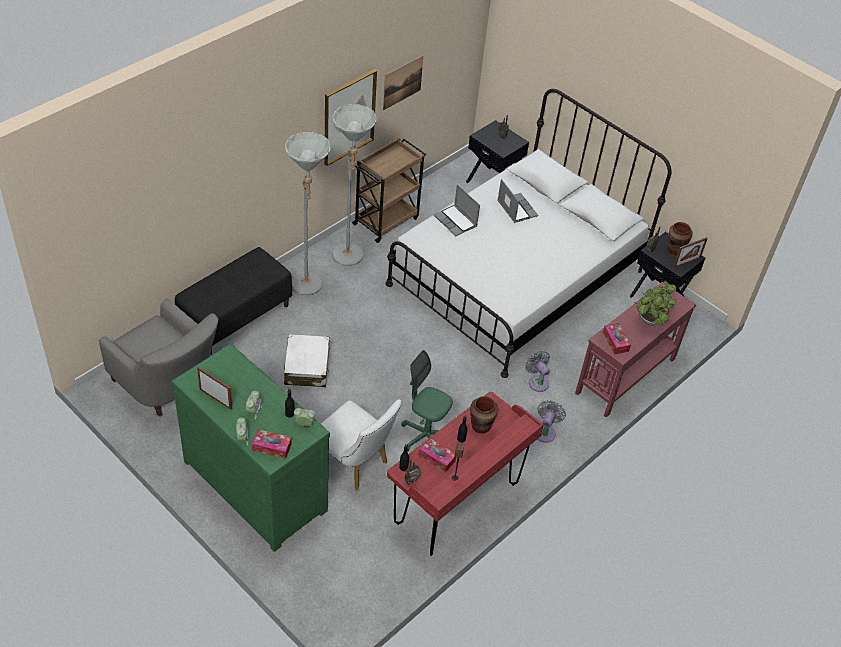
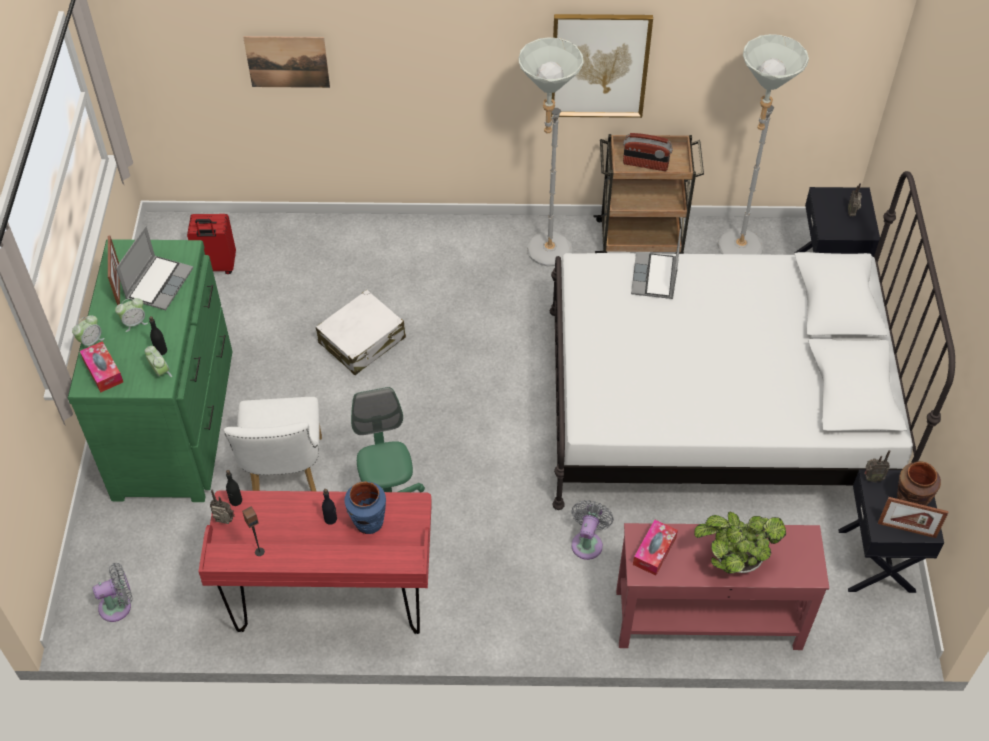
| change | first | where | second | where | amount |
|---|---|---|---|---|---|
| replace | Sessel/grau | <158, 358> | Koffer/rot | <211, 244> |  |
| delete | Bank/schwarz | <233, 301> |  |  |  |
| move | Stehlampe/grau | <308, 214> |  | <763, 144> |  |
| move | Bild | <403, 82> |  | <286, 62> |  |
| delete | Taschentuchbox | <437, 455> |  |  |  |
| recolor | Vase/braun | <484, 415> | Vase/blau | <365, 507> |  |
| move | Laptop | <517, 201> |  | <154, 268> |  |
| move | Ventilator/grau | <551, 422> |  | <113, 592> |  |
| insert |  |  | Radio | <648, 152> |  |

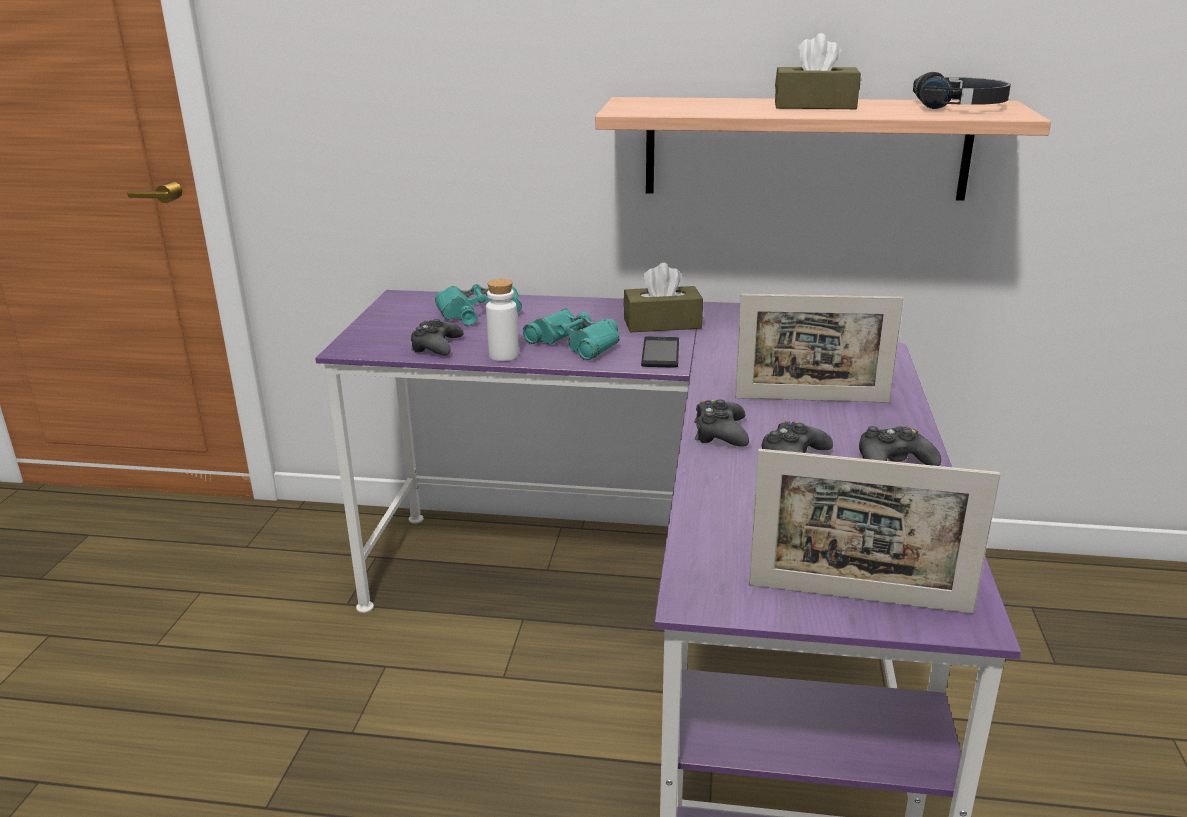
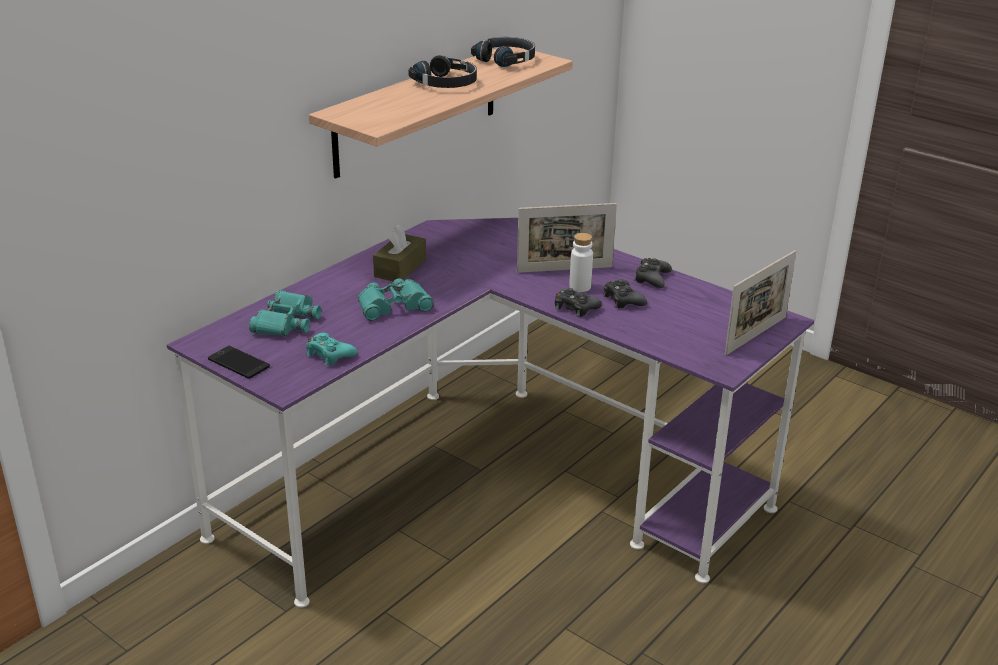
| change | first | where | second | where | amount |
|---|---|---|---|---|---|
| recolor | Gamepad/schwarz | <437, 337> | Gamepad/türkis | <331, 349> |  |
| move | Flasche/weiß | <502, 320> |  | <581, 262> |  |
| move | Handy | <660, 352> |  | <239, 362> |  |
| rotate | Bilderrahmen | <819, 348> |  | <567, 238> | 45 degrees clockwise |
| replace | Taschentuchbox/braun | <818, 71> | Kopfhörer/schwarz | <442, 71> |  |

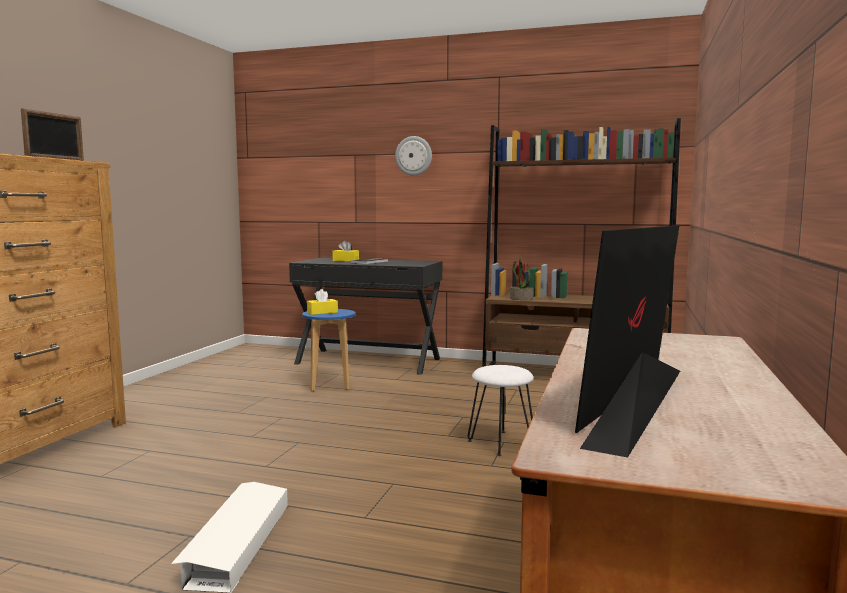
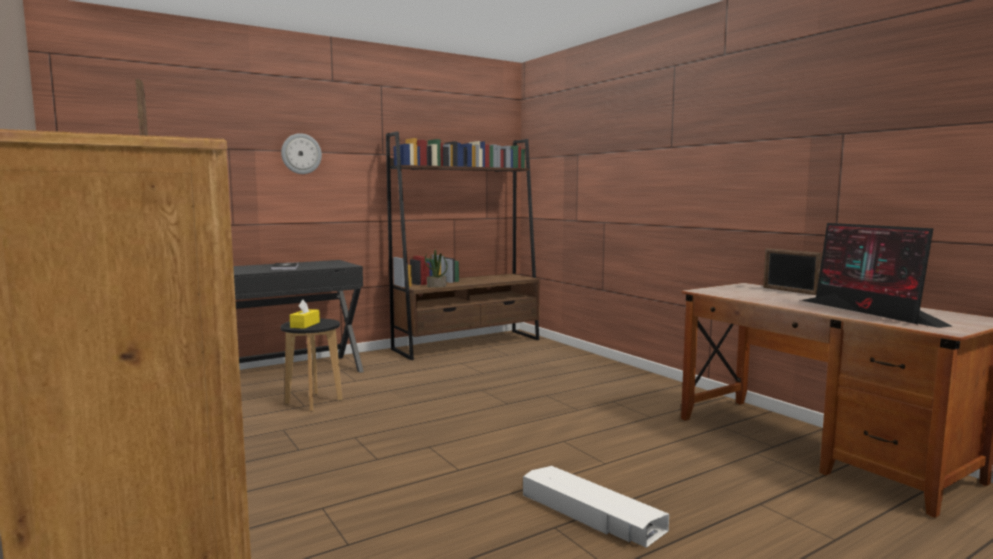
| change | first | where | second | where | amount |
|---|---|---|---|---|---|
| recolor | Hocker/blau | <328, 350> | Hocker/schwarz | <311, 364> |  |
| delete | Taschentuchbox/gelb | <345, 251> |  |  |  |
| delete | Hocker/weiß | <500, 410> |  |  |  |
| insert |  |  | Bilderrahmen | <792, 271> |  |

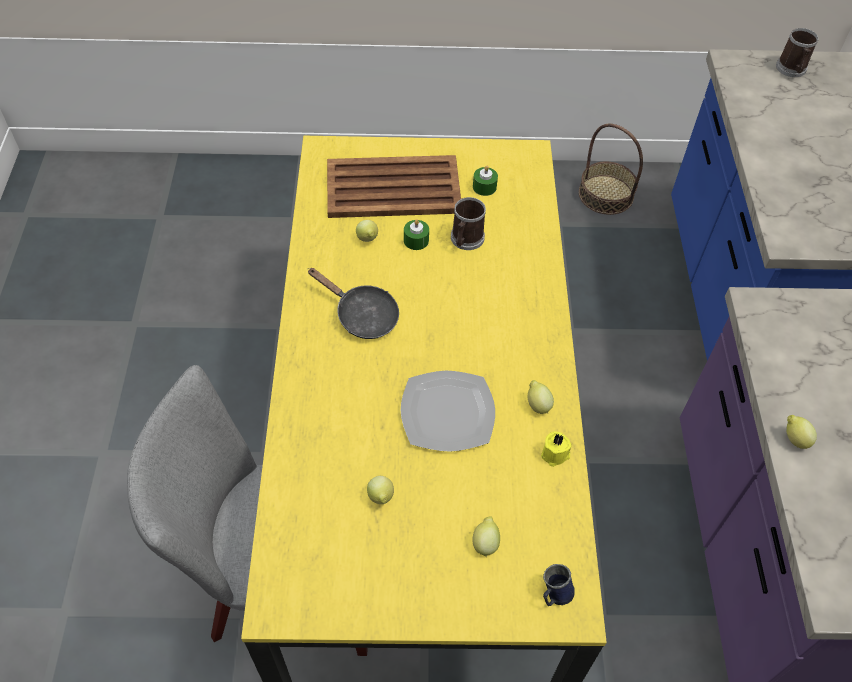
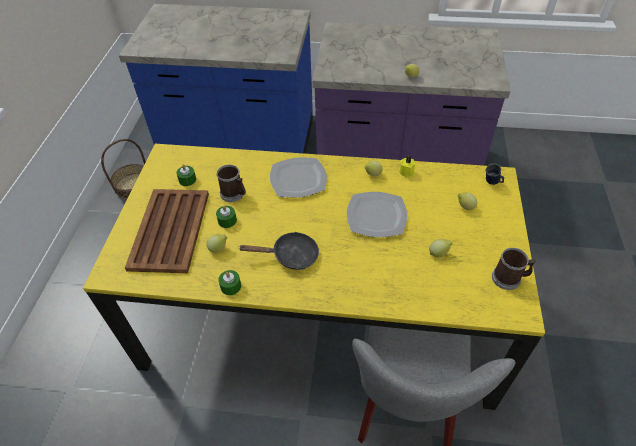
| change | first | where | second | where | amount |
|---|---|---|---|---|---|
| rotate | Pfanne/schwarz | <353, 303> |  | <278, 251> | 45 degrees clockwise |
| move | Henkelbecher | <797, 52> |  | <514, 269> |  |
| insert |  |  | Kerze/grün | <229, 282> |  |
| insert |  |  | Teller | <298, 177> |  |

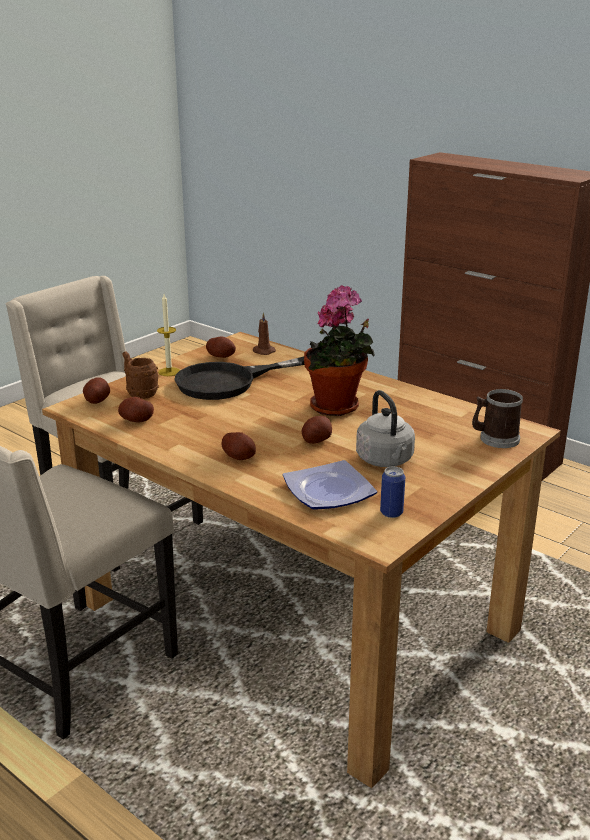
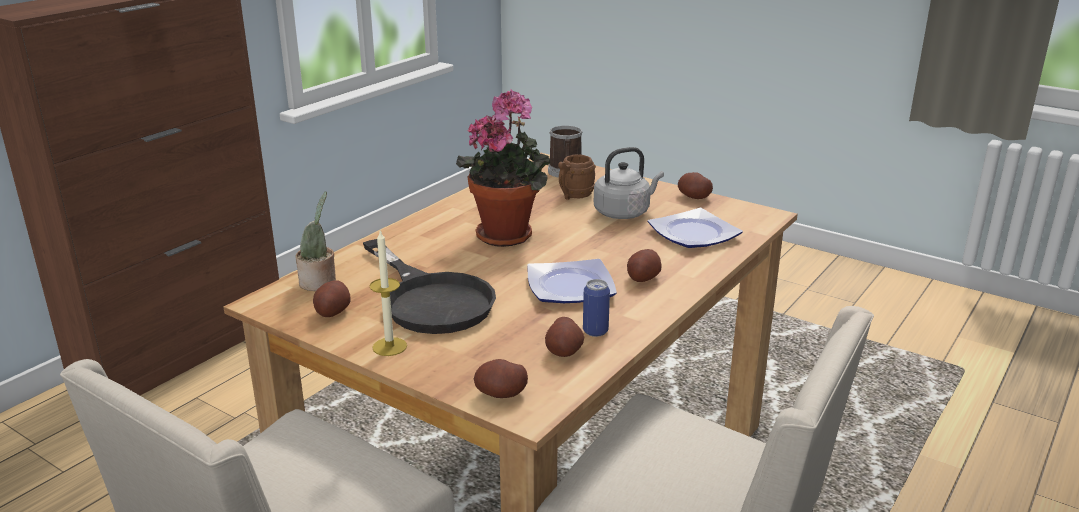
| change | first | where | second | where | amount |
|---|---|---|---|---|---|
| move | Henkelbecher/braun | <141, 375> |  | <577, 177> |  |
| replace | Kerze/braun | <264, 333> | Topfpflanze | <316, 241> |  |
| move | Kartoffel | <317, 430> |  | <695, 185> |  |
| move | Dose | <392, 492> |  | <596, 308> |  |
| insert |  |  | Teller | <572, 281> |  |

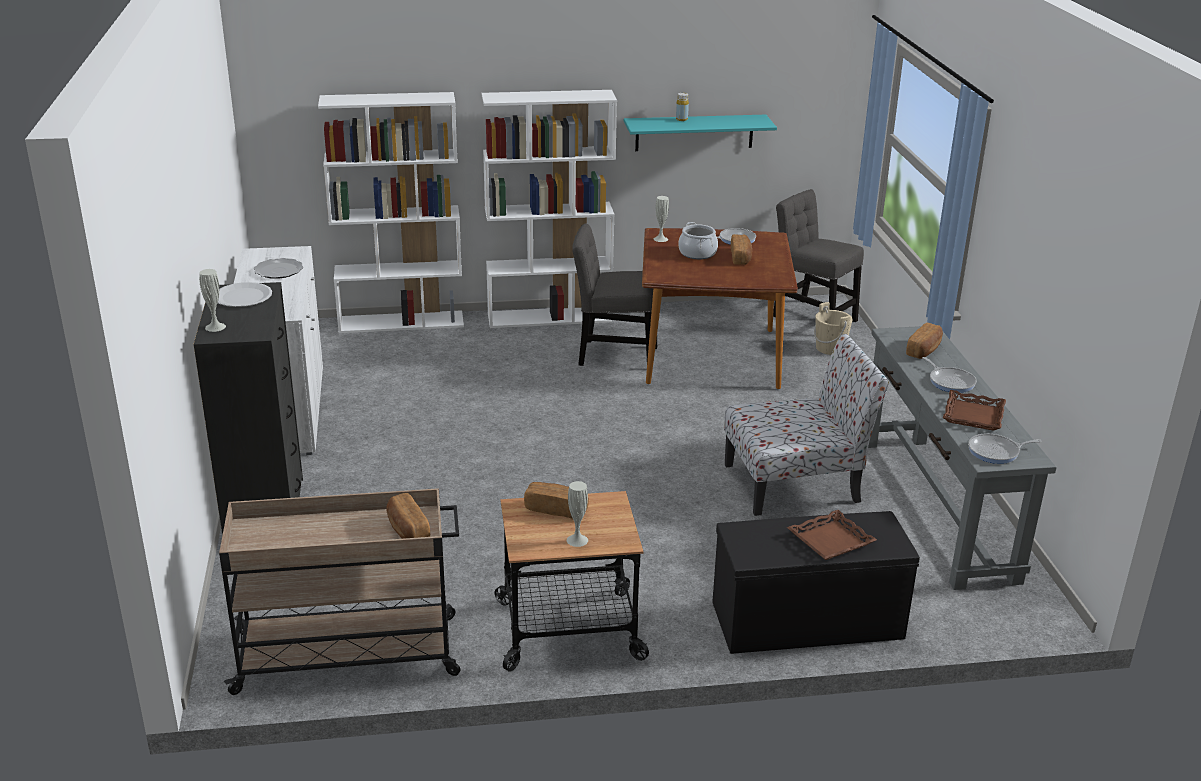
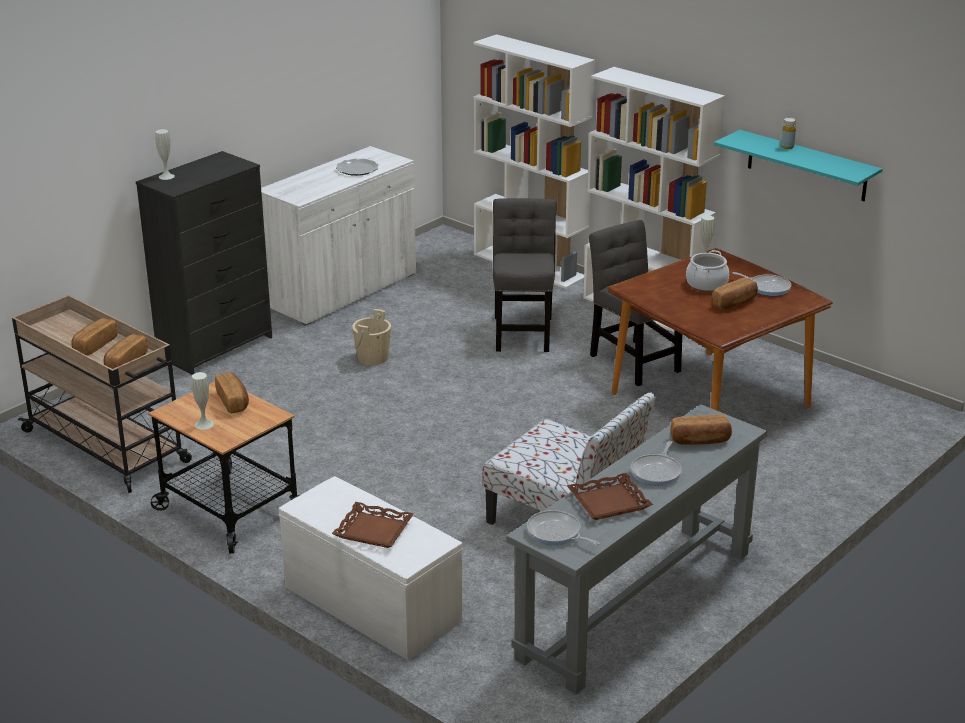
| change | first | where | second | where | amount |
|---|---|---|---|---|---|
| delete | Teller/weiß | <245, 294> |  |  |  |
| recolor | Bank/schwarz | <816, 582> | Bank/weiß | <371, 568> |  |
| move | Stuhl/grau | <818, 255> |  | <524, 275> |  |
| move | Eimer/beige | <833, 328> |  | <371, 337> |  |
| insert |  |  | Brot | <94, 337> |  |

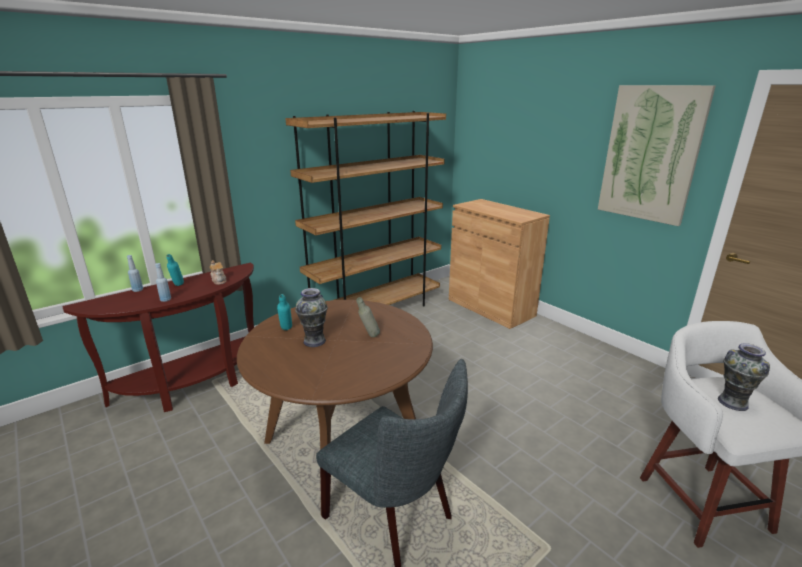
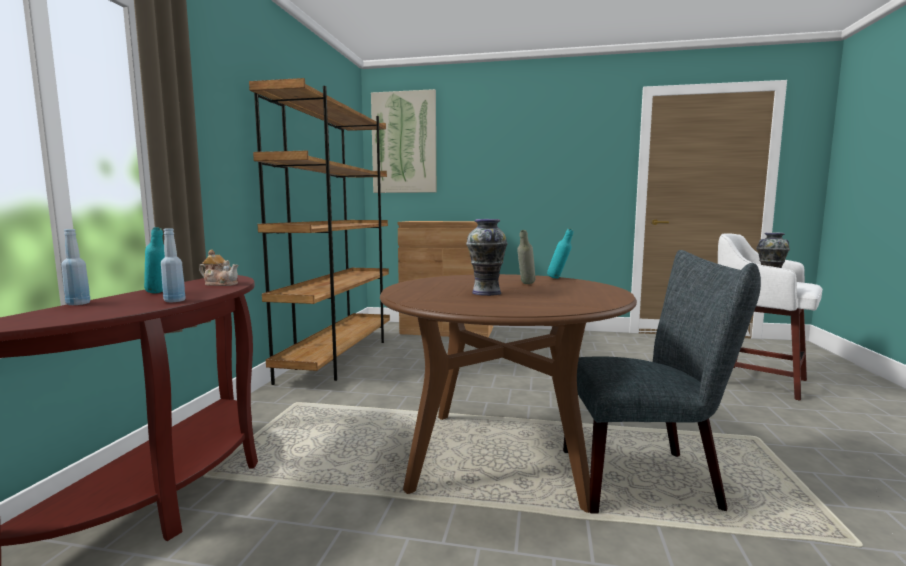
| change | first | where | second | where | amount |
|---|---|---|---|---|---|
| move | Flasche/türkis | <284, 312> |  | <560, 253> |  |
| move | Bild | <657, 155> |  | <403, 141> |  |

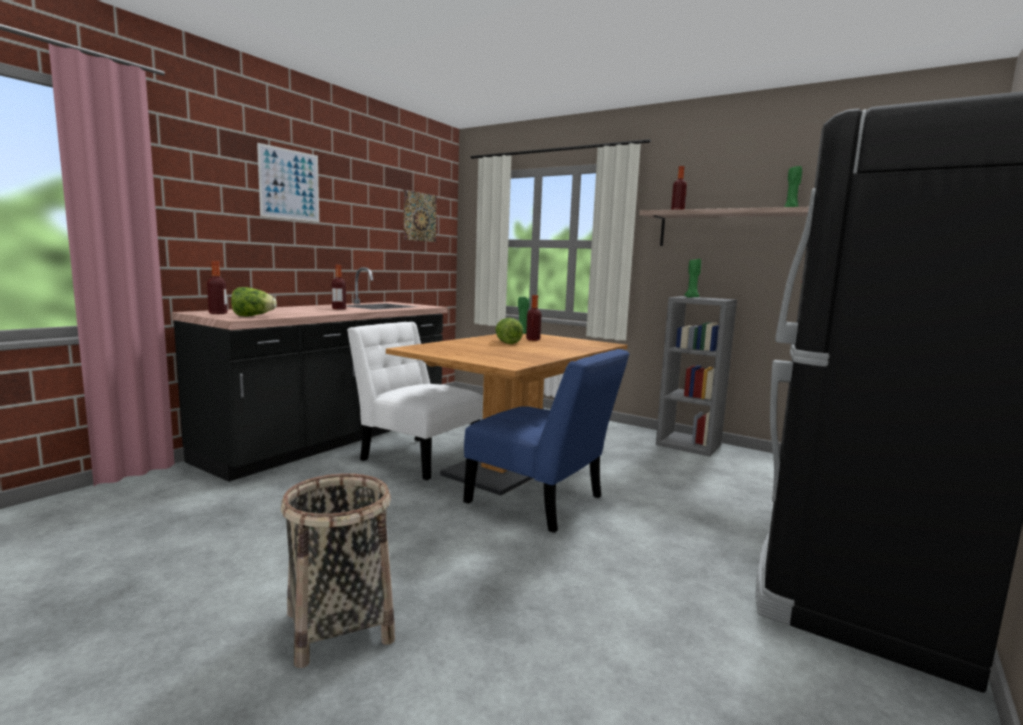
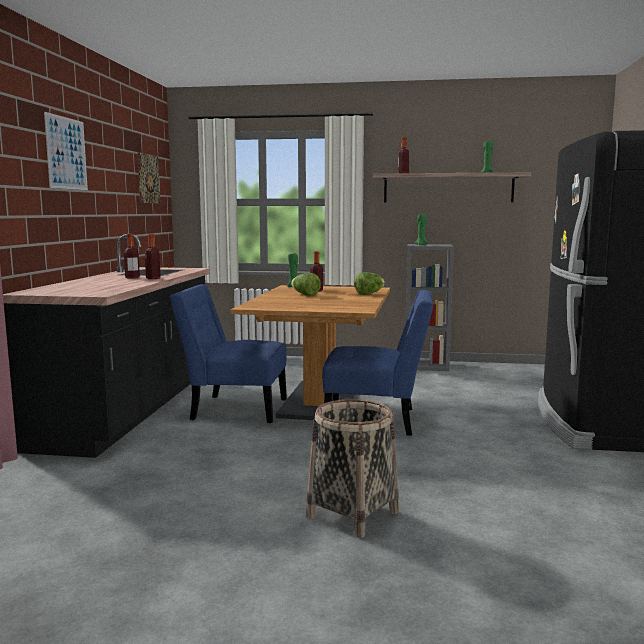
| change | first | where | second | where | amount |
|---|---|---|---|---|---|
| move | Flasche | <217, 287> |  | <153, 256> |  |
| move | Salatkopf | <254, 301> |  | <369, 283> |  |
| recolor | Stuhl/weiß | <414, 401> | Stuhl/blau | <228, 353> |  |

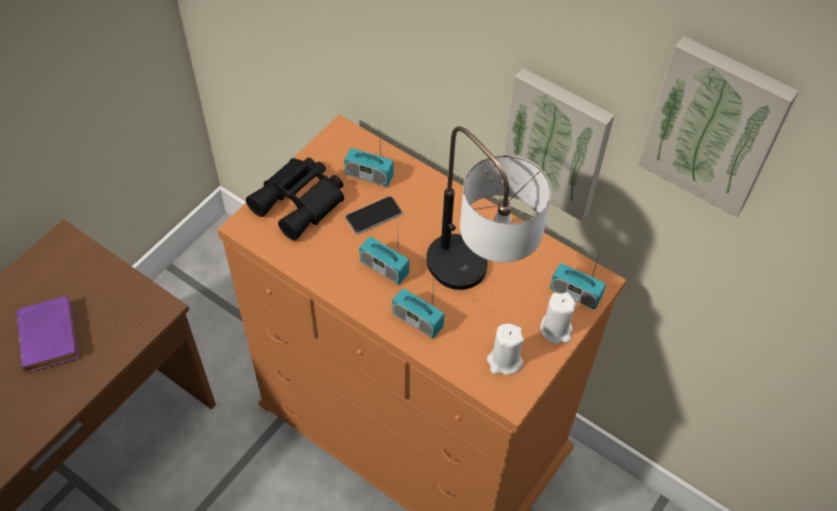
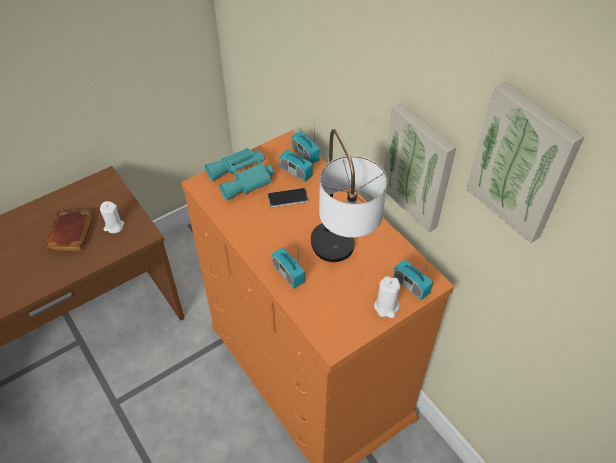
| change | first | where | second | where | amount |
|---|---|---|---|---|---|
| recolor | Buch/lila | <47, 334> | Buch/braun | <69, 231> |  |
| recolor | Fernglas/schwarz | <295, 199> | Fernglas/türkis | <239, 174> |  |
| move | Radio | <384, 260> |  | <305, 143> |  |
| move | Kerze/weiß | <505, 349> |  | <112, 217> |  |

